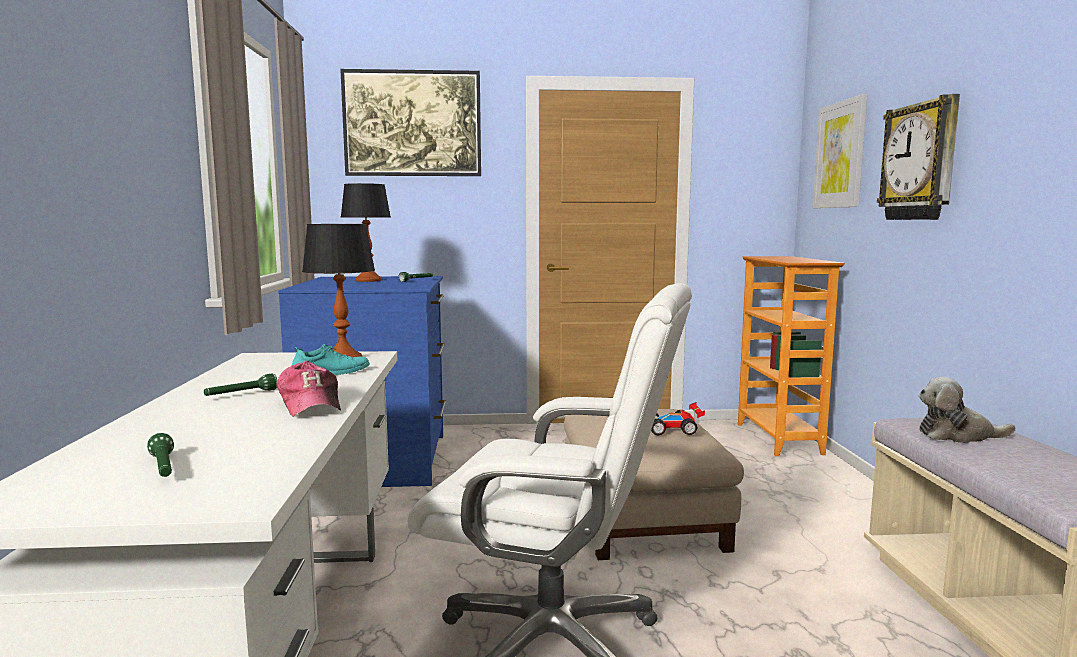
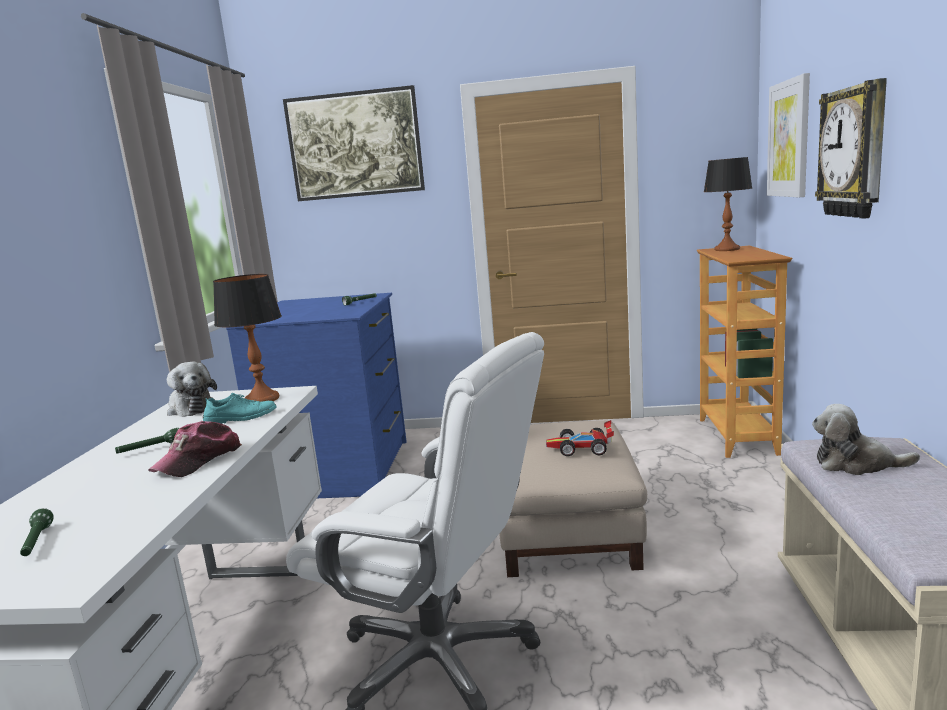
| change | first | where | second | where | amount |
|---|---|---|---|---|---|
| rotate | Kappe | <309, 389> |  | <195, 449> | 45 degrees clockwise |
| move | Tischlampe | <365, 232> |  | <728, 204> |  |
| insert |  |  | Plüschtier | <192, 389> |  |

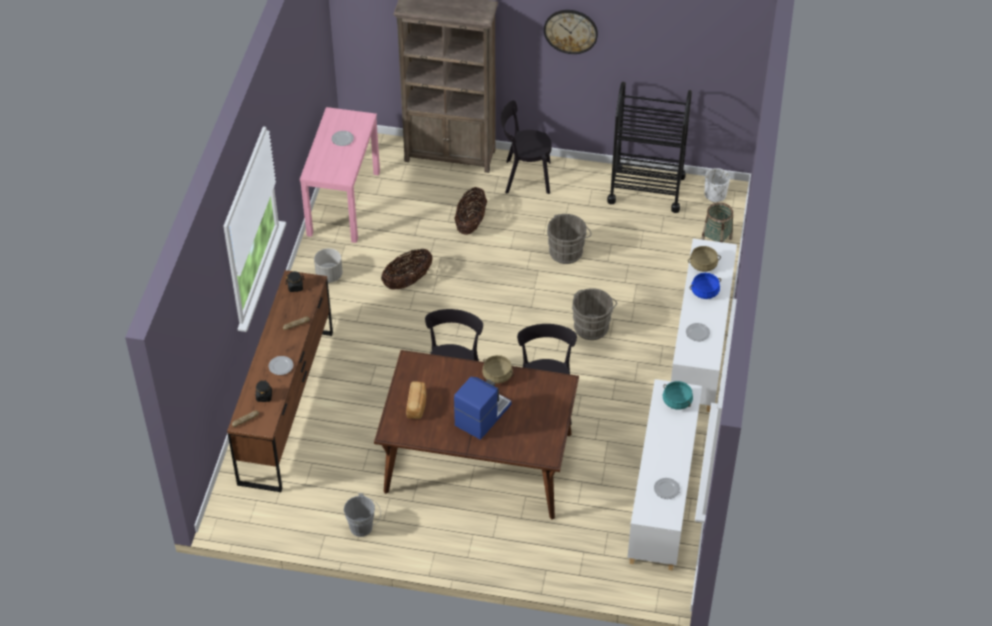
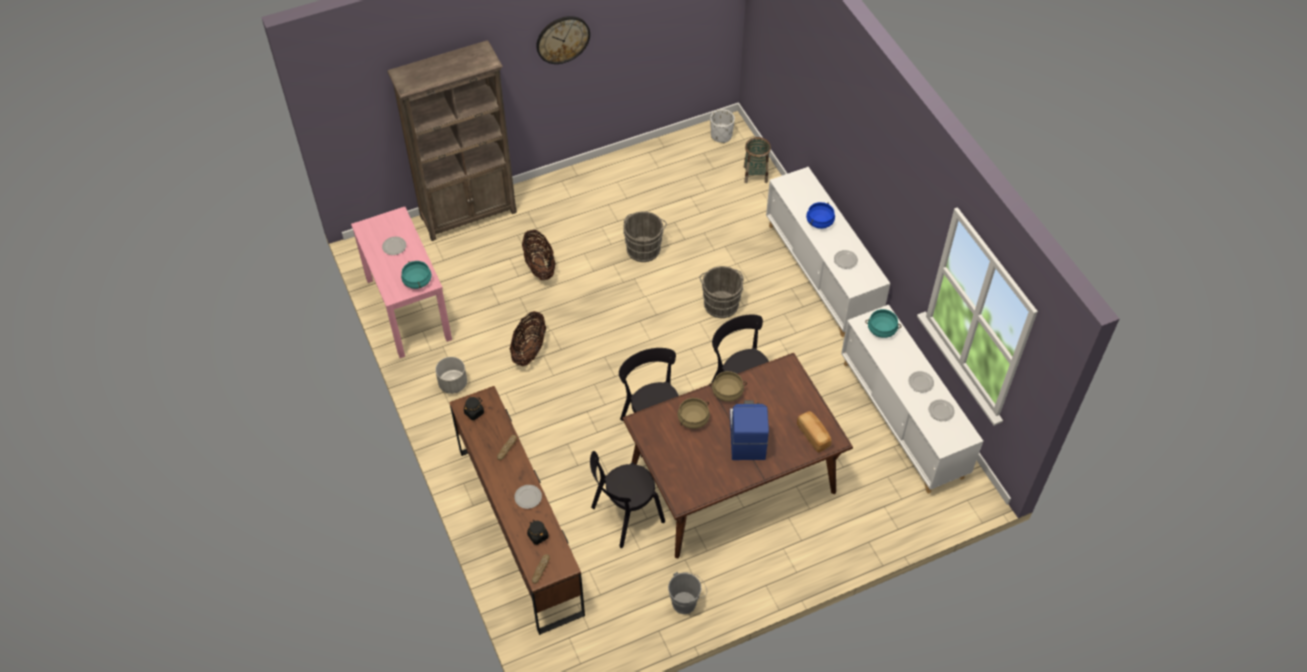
| change | first | where | second | where | amount |
|---|---|---|---|---|---|
| move | Brot | <416, 400> |  | <814, 431> |  |
| move | Stuhl/schwarz | <526, 147> |  | <627, 499> |  |
| delete | Rollwagen/schwarz | <649, 147> |  |  |  |
| move | Kochtopf/beige | <704, 259> |  | <694, 413> |  |
| insert |  |  | Kochtopf/türkis | <416, 275> |  |
| insert |  |  | Teller | <921, 381> |  |

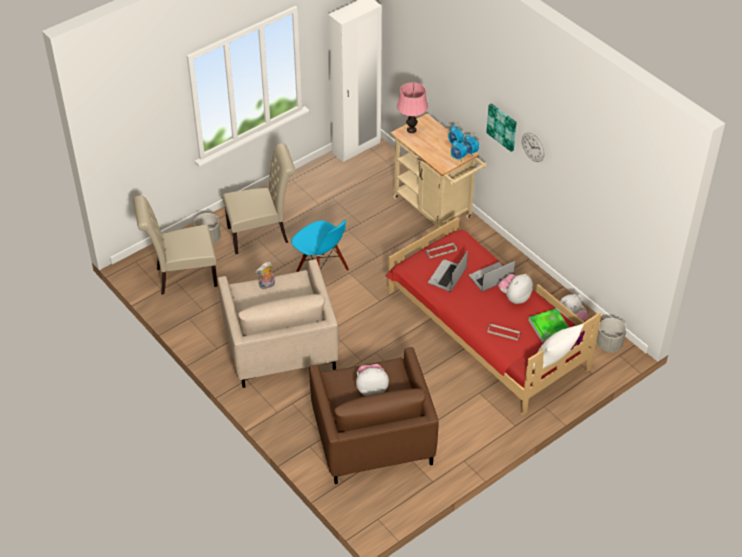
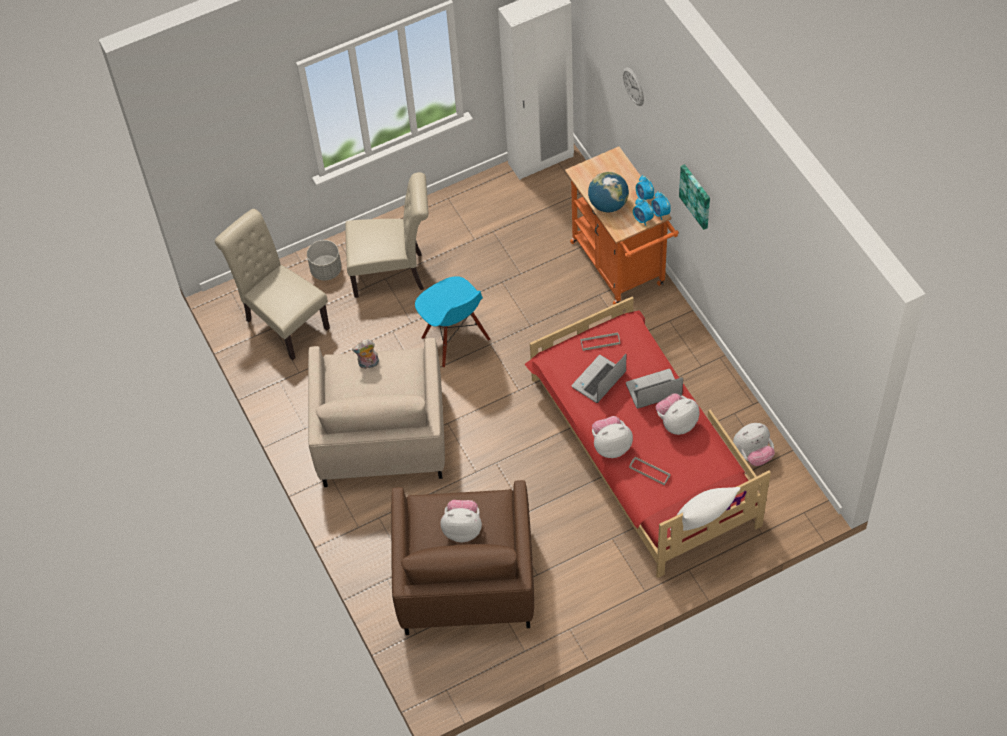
| change | first | where | second | where | amount |
|---|---|---|---|---|---|
| rotate | Stuhl/beige | <175, 245> |  | <272, 284> | 45 degrees clockwise |
| recolor | Rollwagen/beige | <438, 171> | Rollwagen/orange | <622, 225> |  |
| delete | Tischlampe/rosa | <412, 107> |  |  |  |
| move | Wanduhr | <533, 147> |  | <633, 86> |  |
| delete | Tablett | <548, 325> |  |  |  |
| delete | Pflanzkübel/grau | <611, 335> |  |  |  |
| insert |  |  | Globus | <608, 192> |  |
| insert |  |  | Plüschtier | <612, 437> |  |

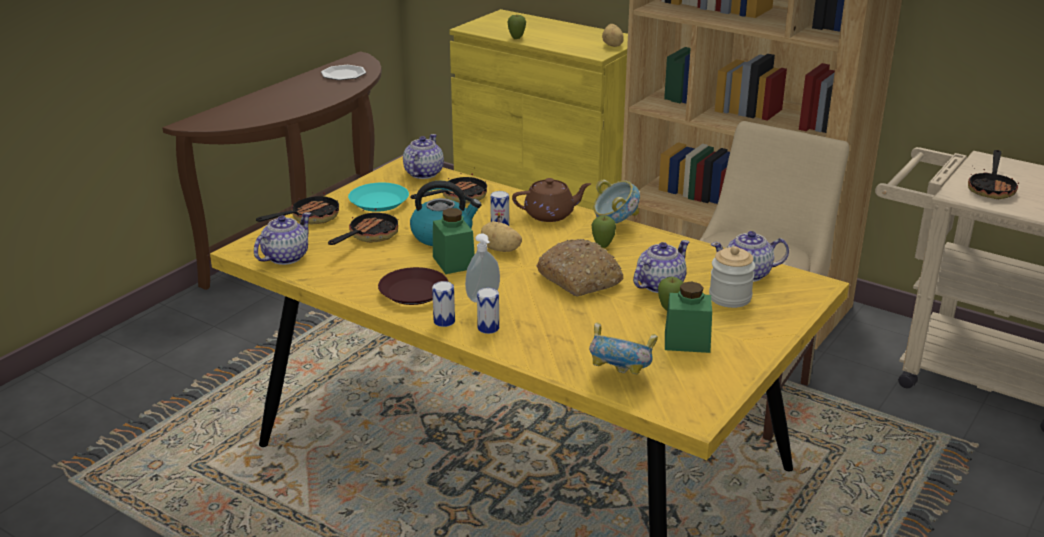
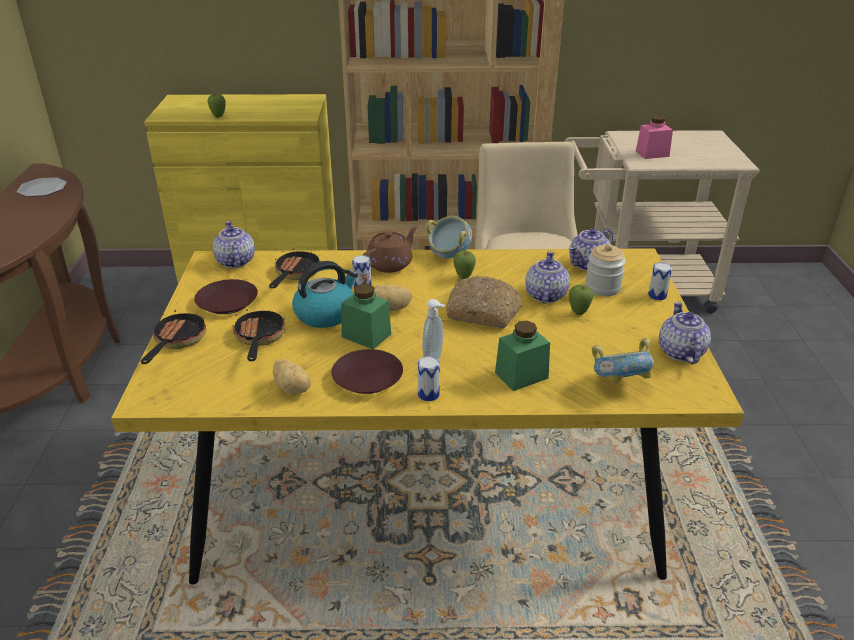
| change | first | where | second | where | amount |
|---|---|---|---|---|---|
| move | Teekanne | <282, 238> |  | <685, 332> |  |
| recolor | Teller/türkis | <378, 197> | Teller/braun | <226, 296> |  |
| move | Dose | <488, 311> |  | <660, 281> |  |
| move | Kartoffel | <613, 35> |  | <292, 377> |  |
| move | Vorratsglas/grün | <688, 317> |  | <522, 356> |  |
| replace | Pfanne | <993, 174> | Vorratsglas/rosa | <654, 137> |  |

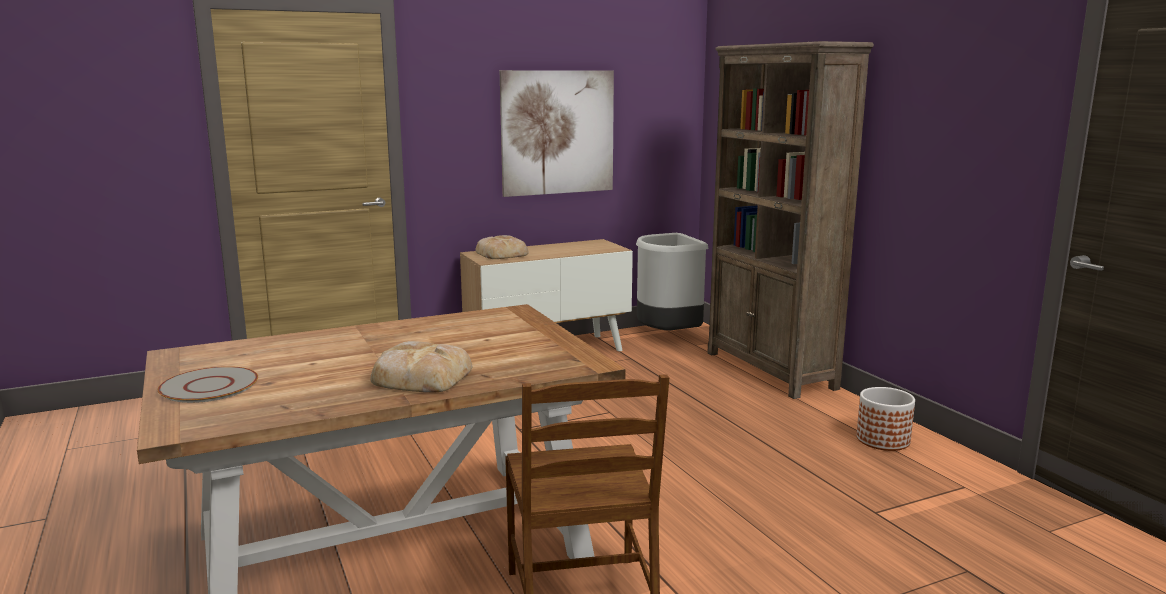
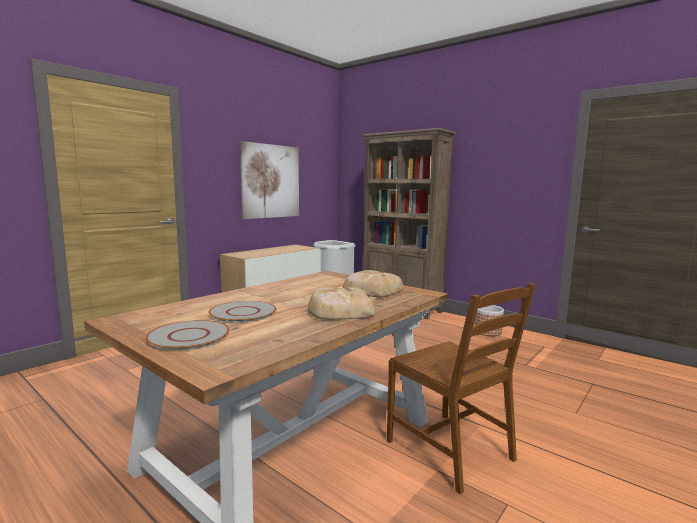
| change | first | where | second | where | amount |
|---|---|---|---|---|---|
| move | Brot | <502, 247> |  | <373, 283> |  |
| insert |  |  | Teller/grau | <242, 311> |  |

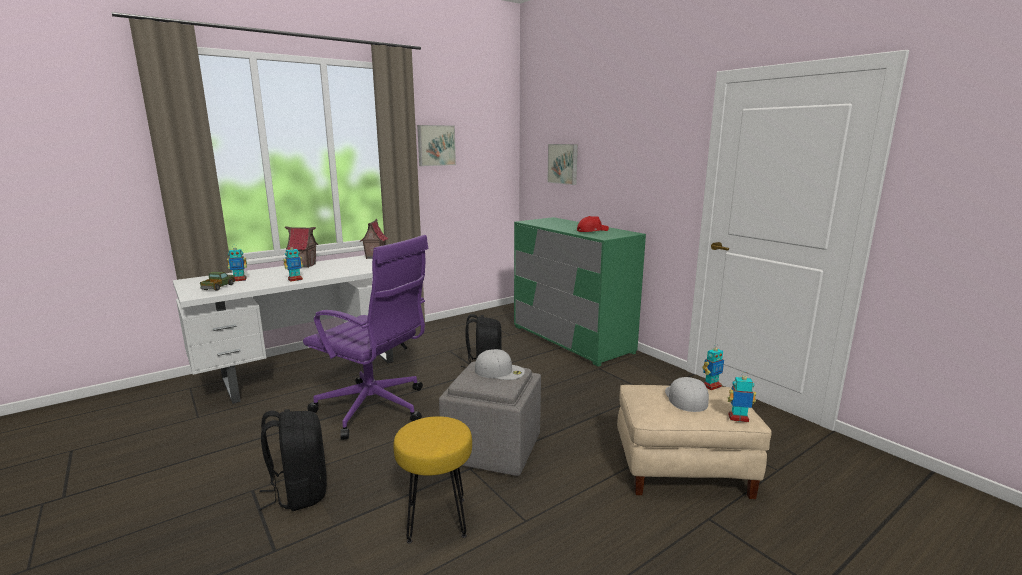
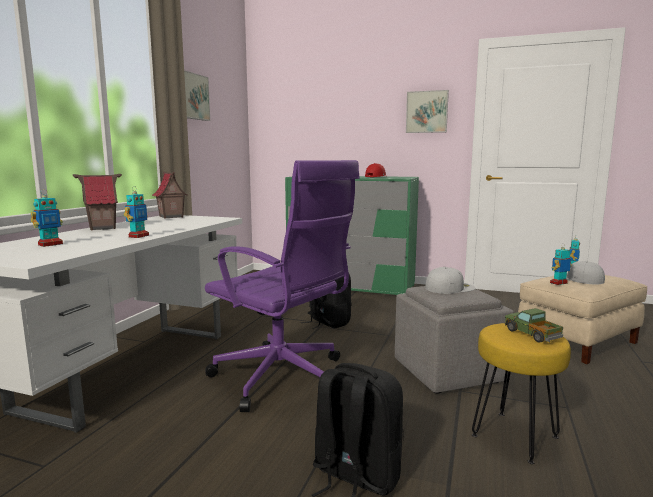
| change | first | where | second | where | amount |
|---|---|---|---|---|---|
| move | Spielzeuglaster | <217, 281> |  | <533, 325> |  |
| rotate | Bürostuhl/lila | <365, 337> |  | <282, 286> | 45 degrees clockwise |
| move | Bild | <562, 164> |  | <427, 111> |  |
| move | Spielzeugroboter | <742, 398> |  | <561, 264> |  |

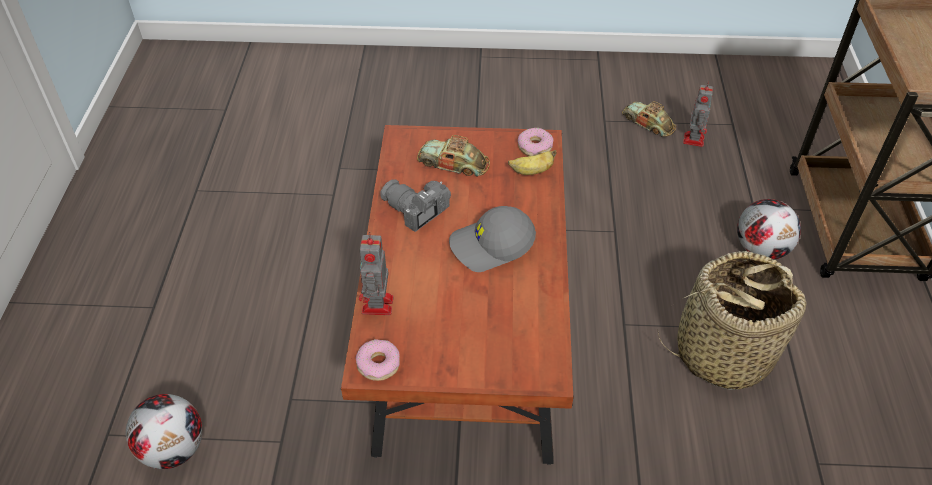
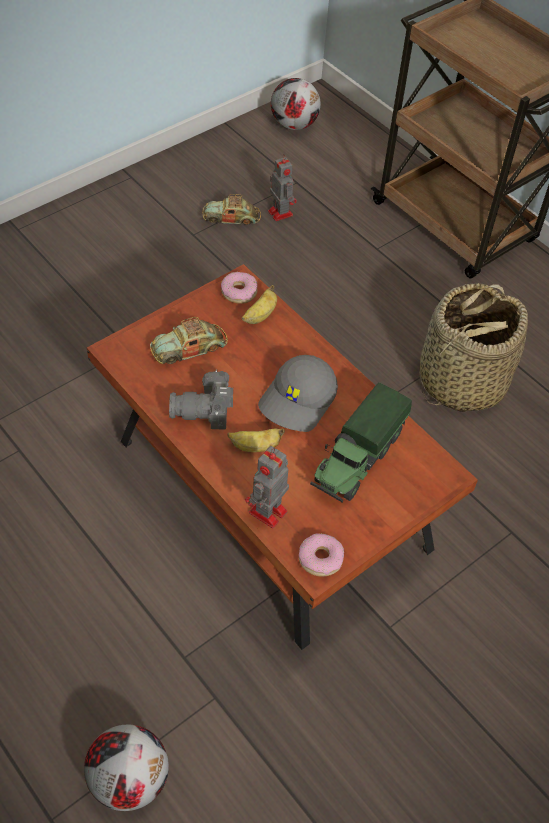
| change | first | where | second | where | amount |
|---|---|---|---|---|---|
| rotate | Spielzeugroboter | <376, 273> |  | <267, 487> | 75 degrees clockwise |
| move | Fußball | <769, 229> |  | <296, 104> |  |
| insert |  |  | Banane | <256, 440> |  |
| insert |  |  | Spielzeuglaster | <361, 443> |  |

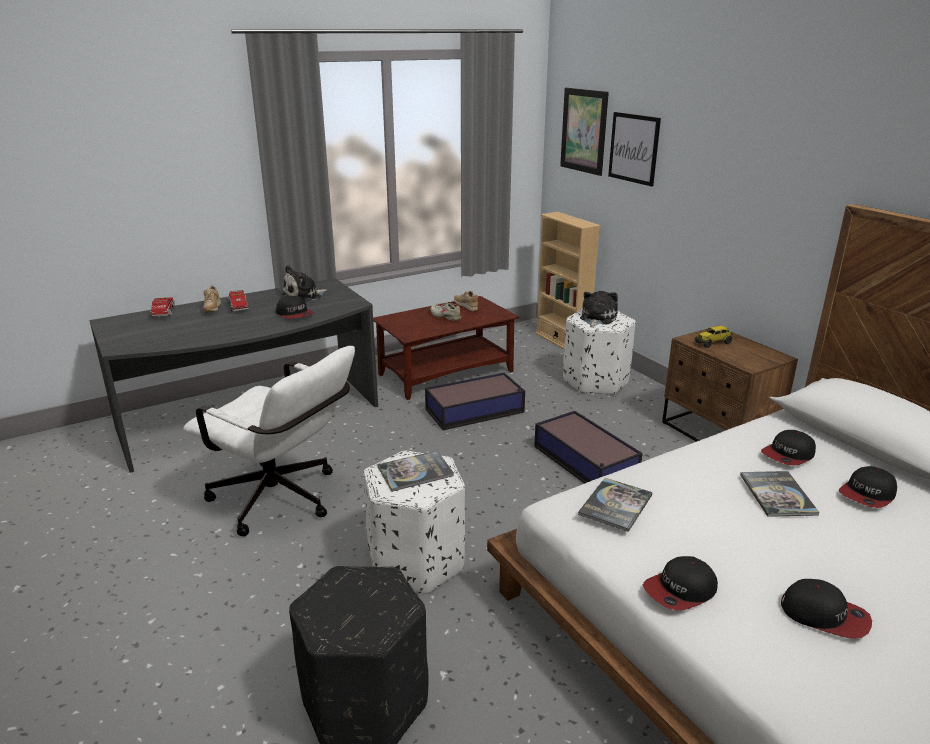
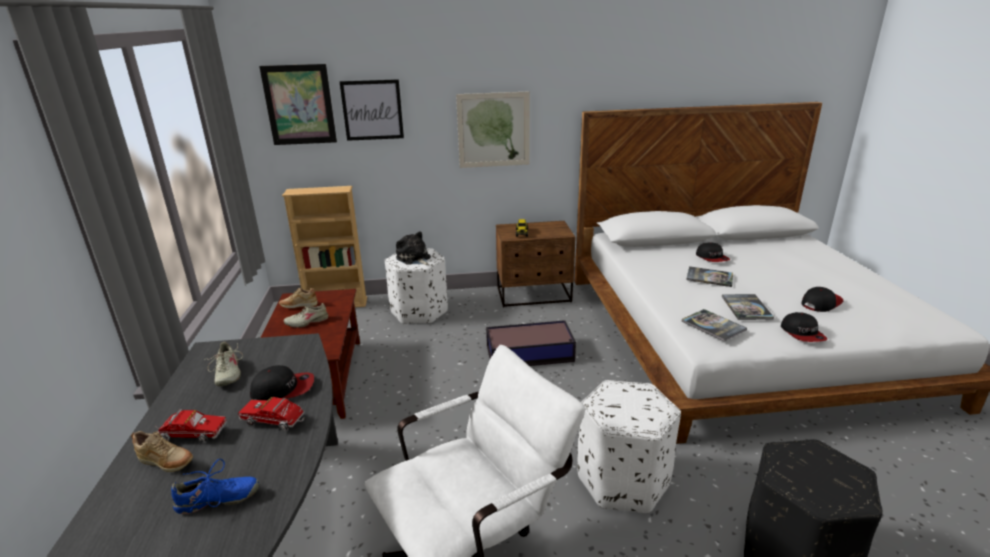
| change | first | where | second | where | amount |
|---|---|---|---|---|---|
| move | Spielzeuglaster | <162, 307> |  | <271, 414> |  |
| replace | Plüschtier | <304, 283> | Schuh/beige | <223, 364> |  |
| move | Buch | <415, 471> |  | <748, 307> |  |
| delete | Aufbewahrungsbox | <475, 401> |  |  |  |
| delete | Kappe | <788, 448> |  |  |  |
| insert |  |  | Schuh/blau | <215, 486> |  |
| insert |  |  | Bild | <493, 129> |  |

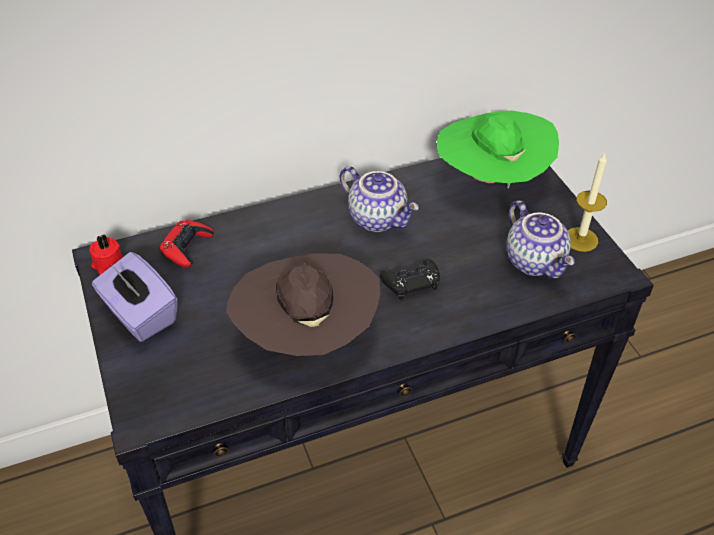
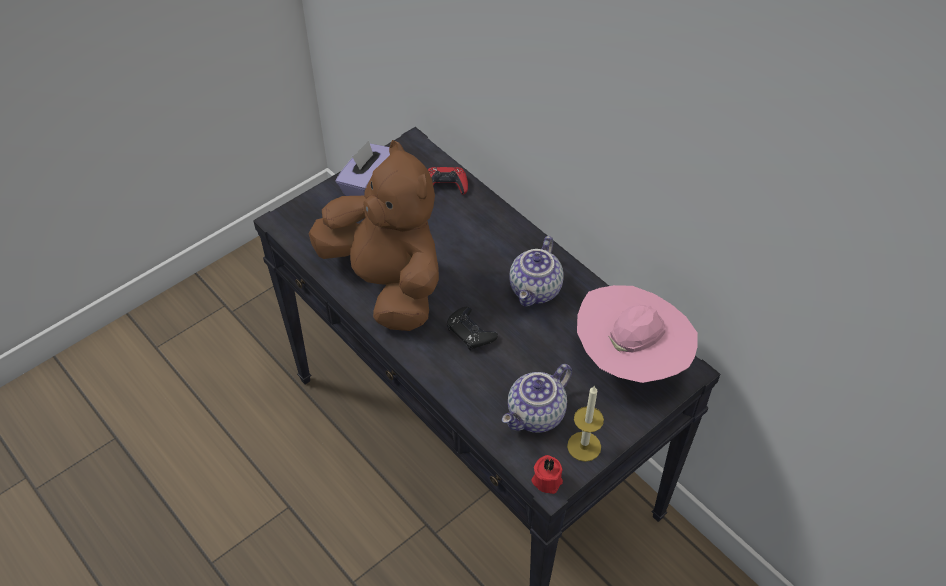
| change | first | where | second | where | amount |
|---|---|---|---|---|---|
| move | Kerze/rot | <106, 255> |  | <547, 474> |  |
| replace | Hut/braun | <303, 304> | Plüschtier/braun | <373, 235> |  |
| recolor | Hut/grün | <498, 149> | Hut/rosa | <637, 334> |  |

